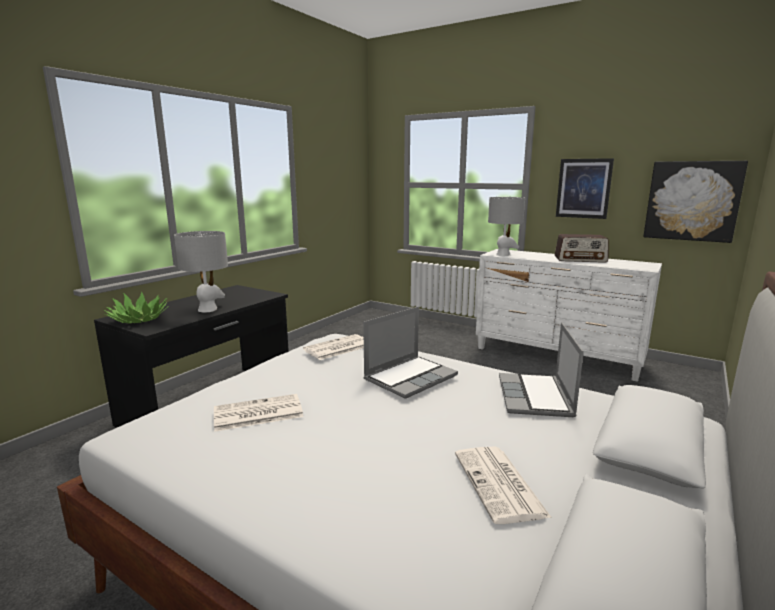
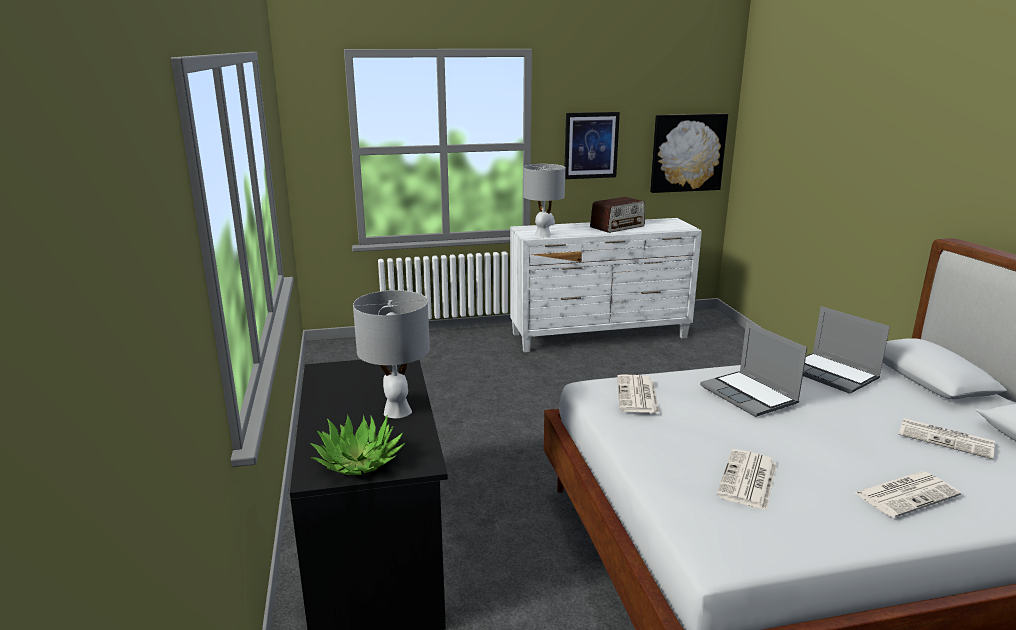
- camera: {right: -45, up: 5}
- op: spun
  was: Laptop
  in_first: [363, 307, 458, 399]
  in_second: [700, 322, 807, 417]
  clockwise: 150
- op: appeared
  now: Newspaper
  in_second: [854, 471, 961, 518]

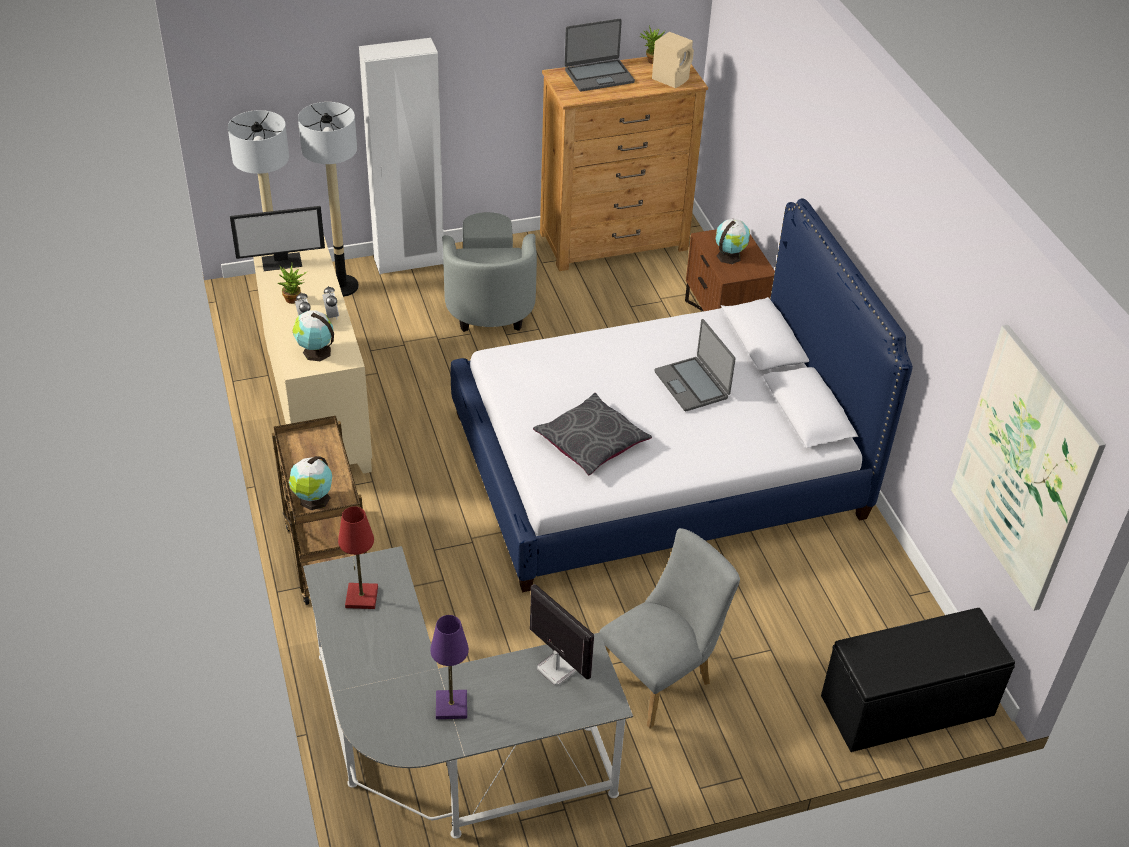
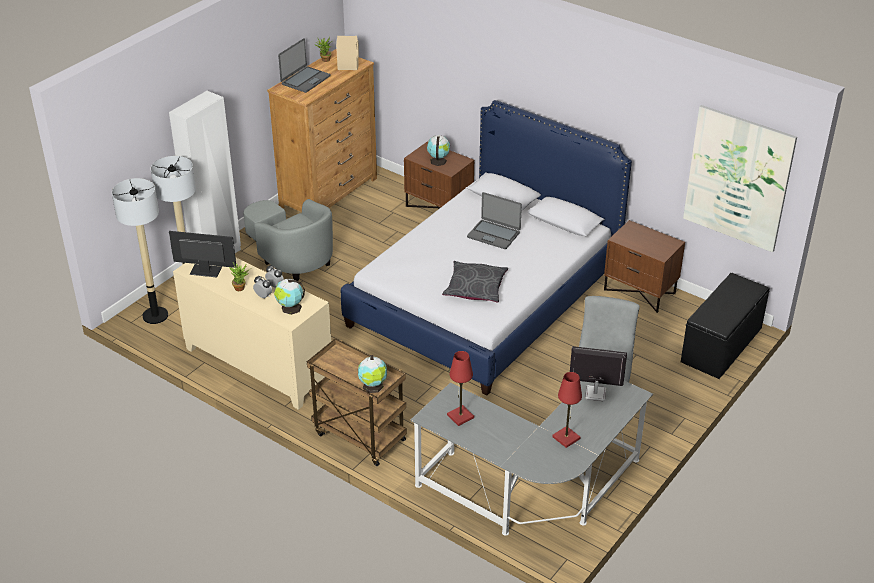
- camera: {right: -35, up: -5}
- op: spun
  was: Monitor
  in_first: [230, 206, 325, 271]
  in_second: [169, 231, 237, 277]
  clockwise: -120
- op: colour
  was: PurpleTableLamp
  now: RedTableLamp
  in_first: [430, 615, 469, 719]
  in_second: [552, 372, 582, 448]
- op: appeared
  now: BrownNightstand
  in_second: [604, 220, 685, 313]

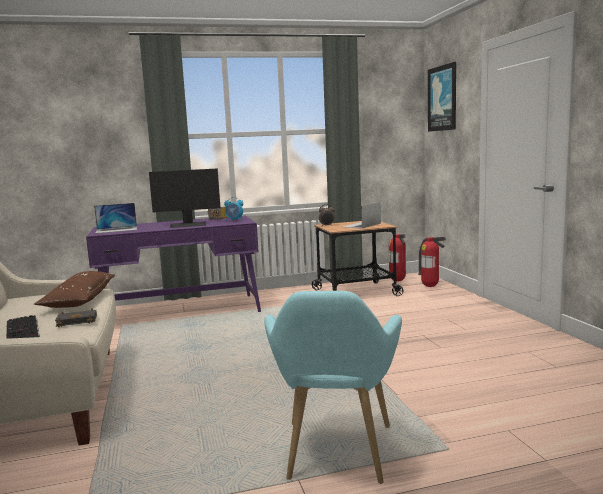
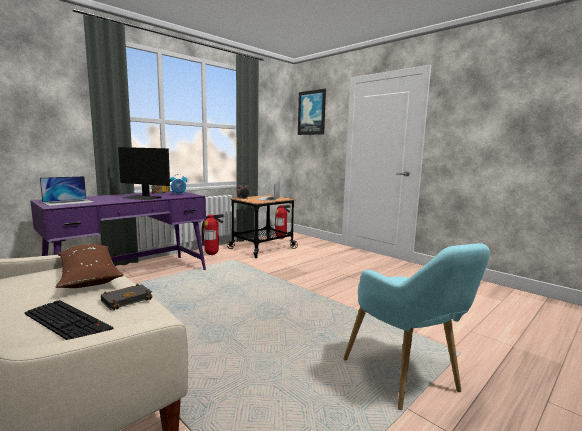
- camera: {right: -30, up: 0}
- op: spun
  was: Monitor
  in_first: [149, 168, 220, 228]
  in_second: [118, 147, 170, 200]
  clockwise: 60
- op: relocated
  was: FireExtinguisher
  in_first: [418, 237, 446, 287]
  in_second: [202, 214, 224, 255]

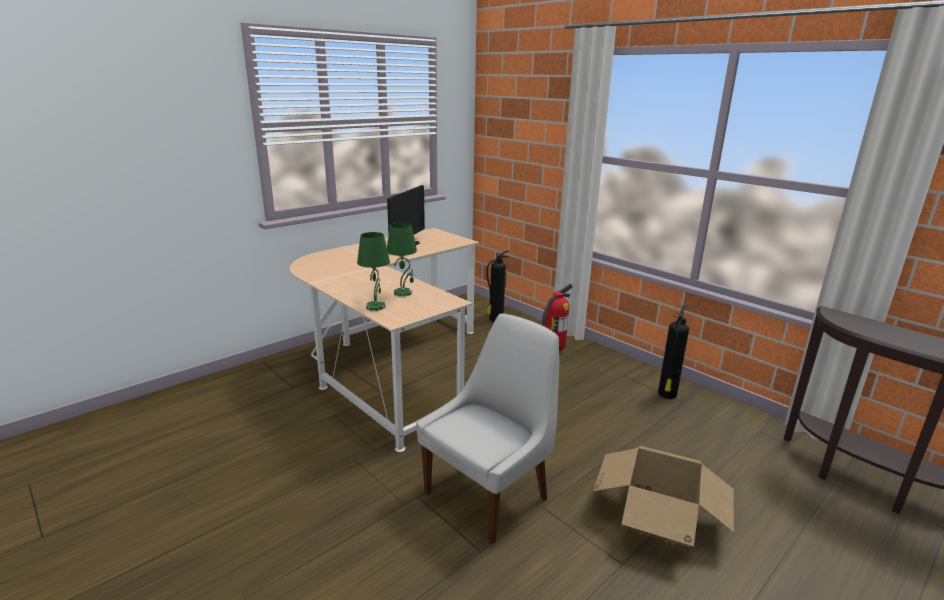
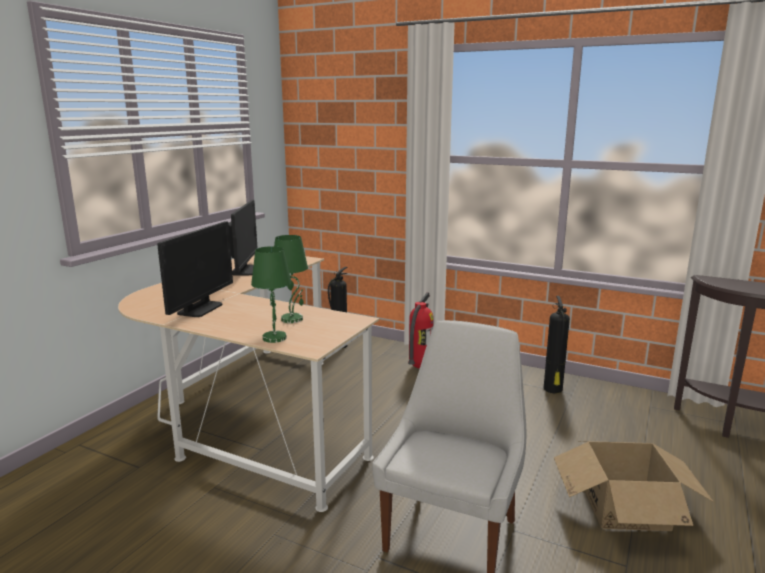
- camera: {right: -20, up: -5}
- op: appeared
  now: Monitor
  in_second: [157, 221, 233, 317]

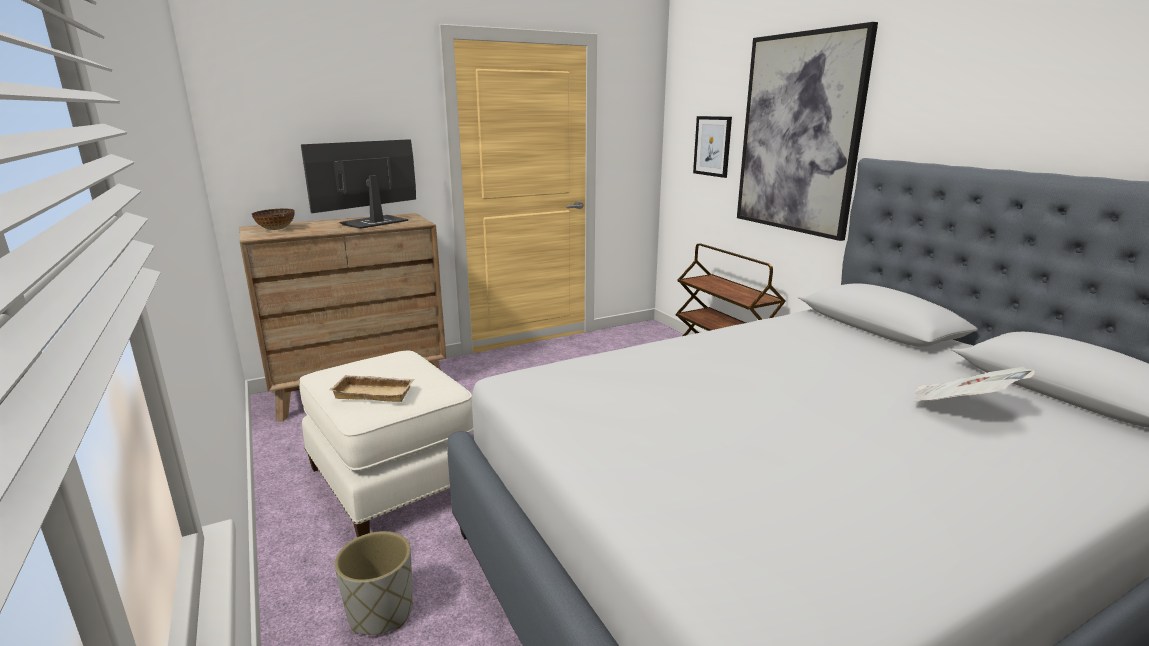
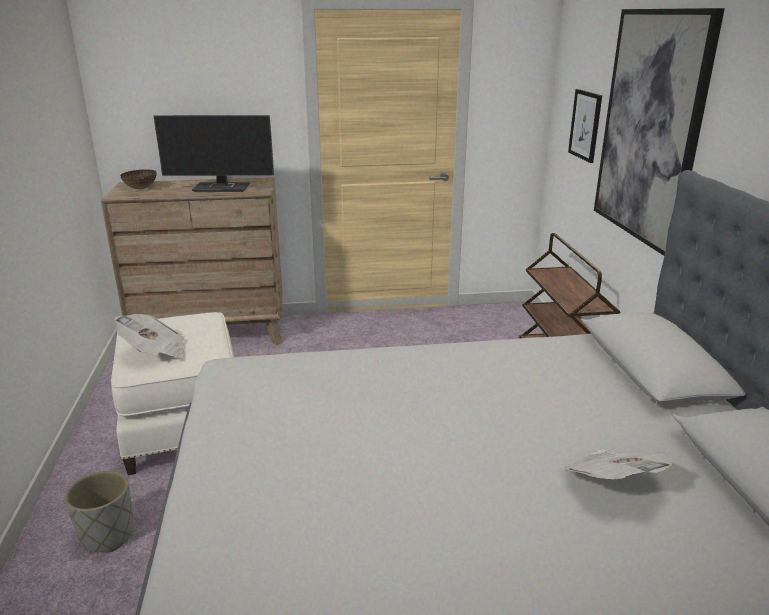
- camera: {right: 20, up: 5}
- op: exchanged
  was: BeigeTray
  now: Newspaper
  in_first: [329, 375, 415, 402]
  in_second: [114, 314, 185, 358]
- op: spun
  was: Monitor
  in_first: [301, 139, 416, 229]
  in_second: [154, 115, 274, 192]
  clockwise: -150

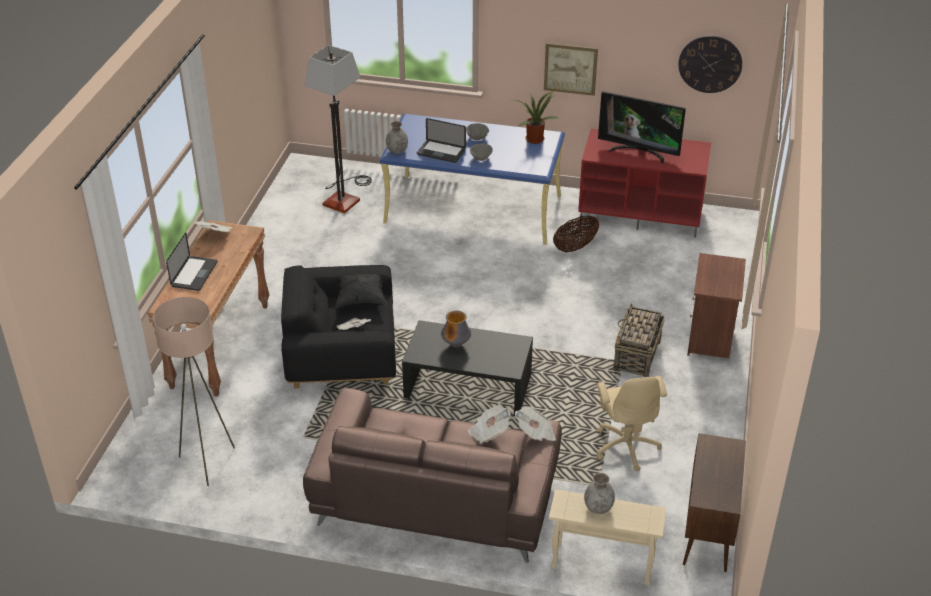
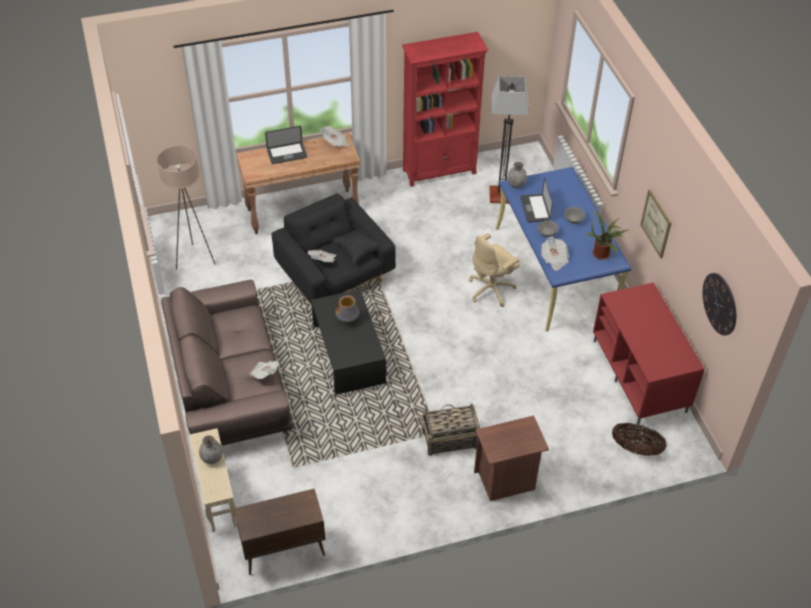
- camera: {right: 60, up: 10}
- op: appeared
  now: RedBookcase
  in_second: [402, 32, 488, 187]
- op: relocated
  was: BeigeOfficeChair
  in_first: [597, 376, 667, 471]
  in_second: [468, 233, 520, 307]
- op: relocated
  was: Newspaper
  in_first: [515, 406, 556, 441]
  in_second: [541, 237, 569, 271]
- op: relocated
  was: Basket
  in_first: [553, 216, 599, 252]
  in_second: [612, 423, 667, 456]
- op: missing
  was: Television
  in_first: [598, 91, 686, 163]

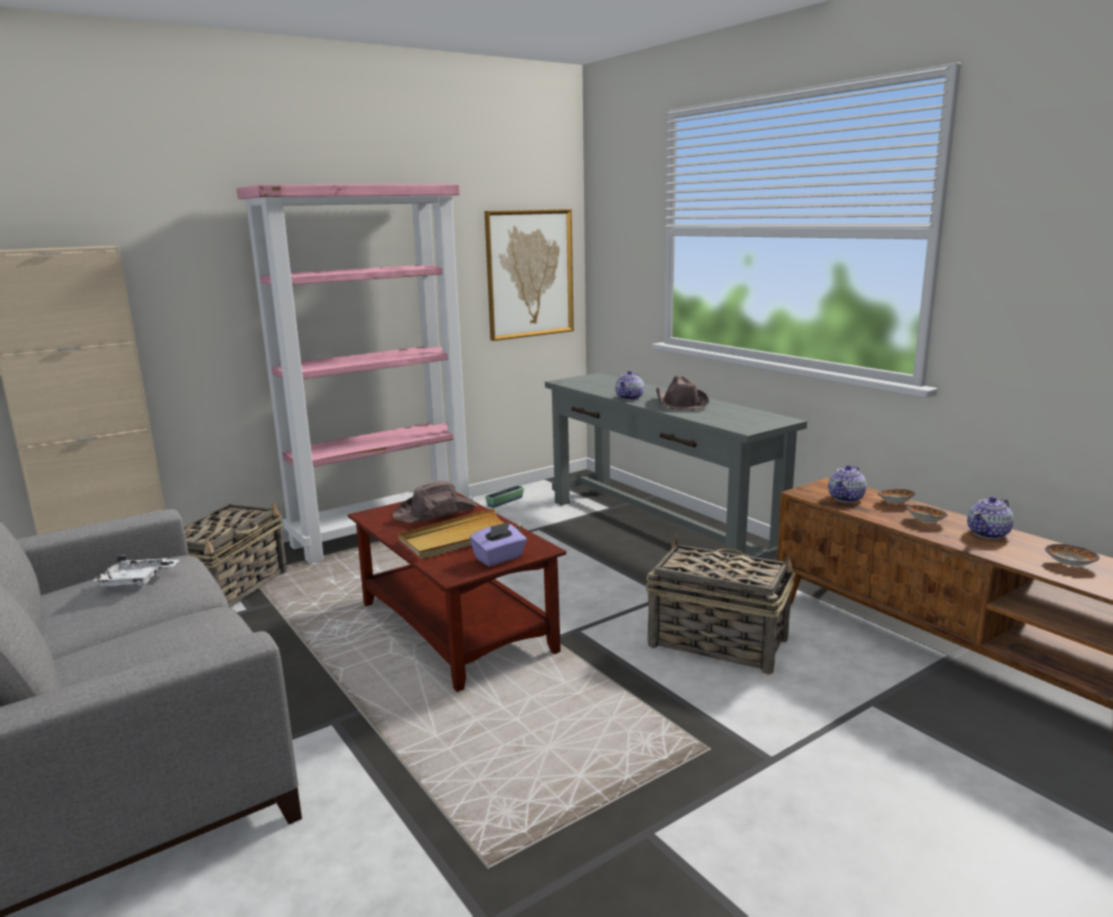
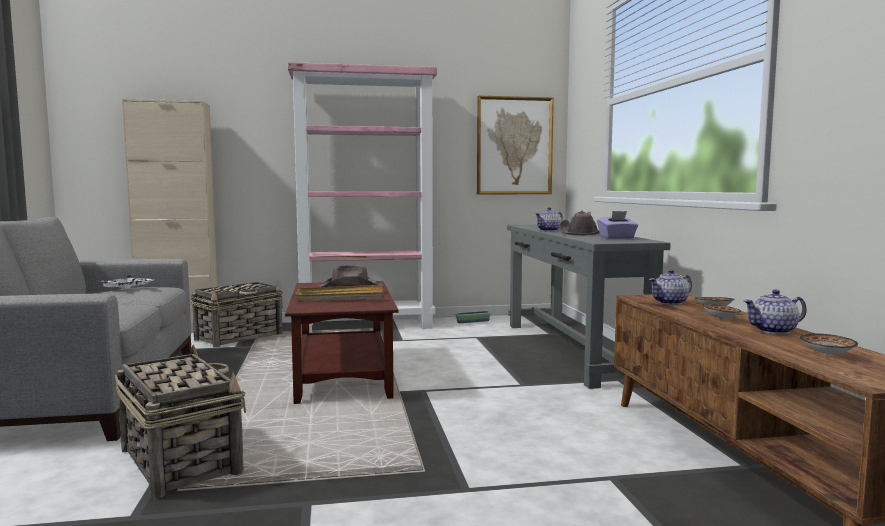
- camera: {right: 25, up: -10}
- op: relocated
  was: Basket
  in_first: [646, 536, 795, 675]
  in_second: [115, 345, 246, 499]
- op: relocated
  was: PurpleTissueBox
  in_first: [470, 522, 527, 566]
  in_second: [597, 211, 638, 239]

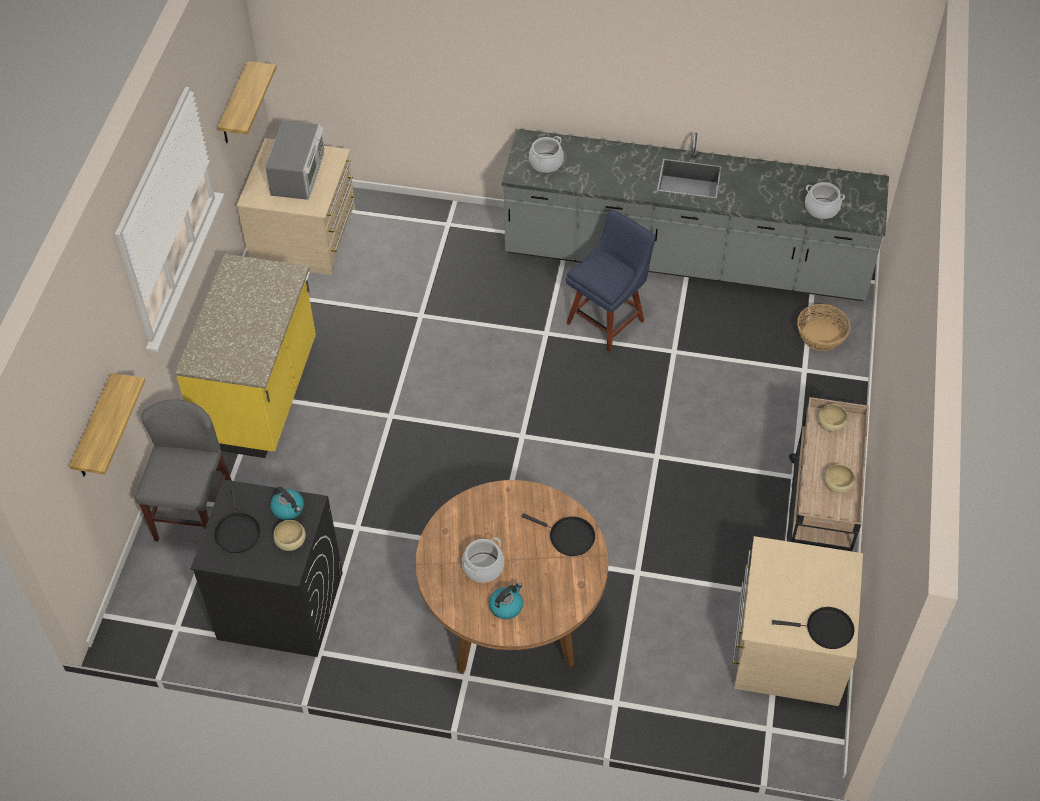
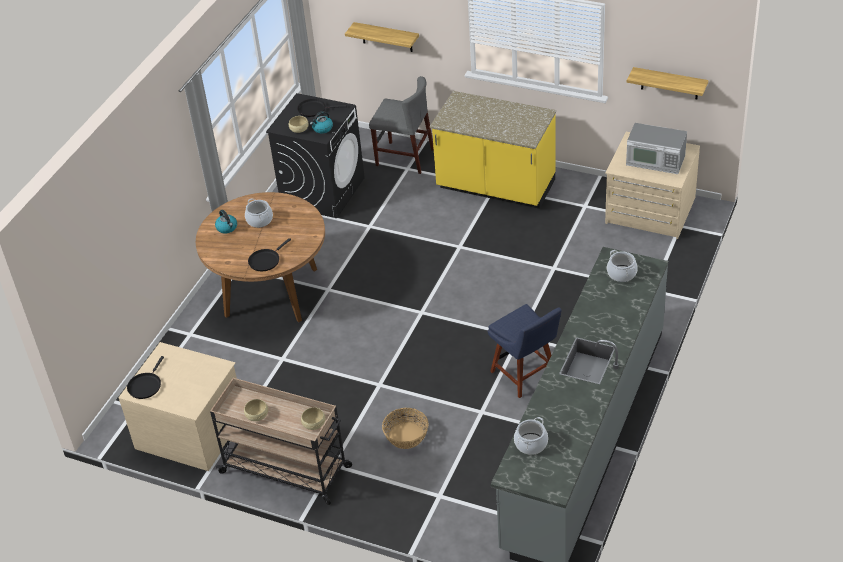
- camera: {right: 105, up: -10}
- op: relocated
  was: Basket
  in_first: [797, 304, 851, 351]
  in_second: [382, 408, 428, 449]

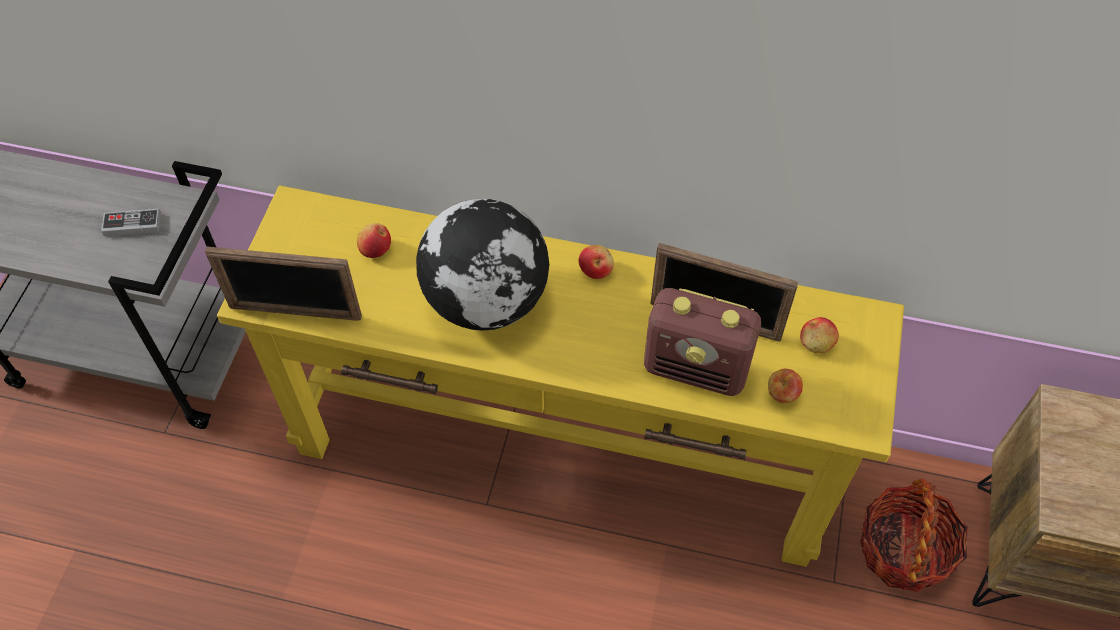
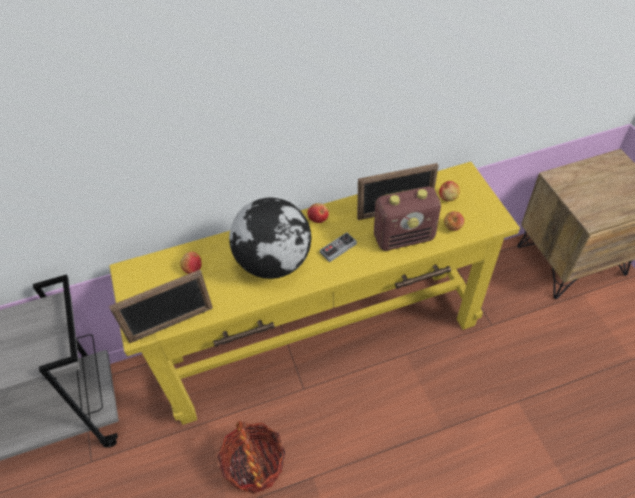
- camera: {right: -30, up: -5}
- op: relocated
  was: Basket
  in_first: [860, 478, 968, 592]
  in_second: [217, 421, 285, 494]
- op: relocated
  was: GameController
  in_first: [101, 209, 161, 236]
  in_second: [320, 232, 357, 262]

